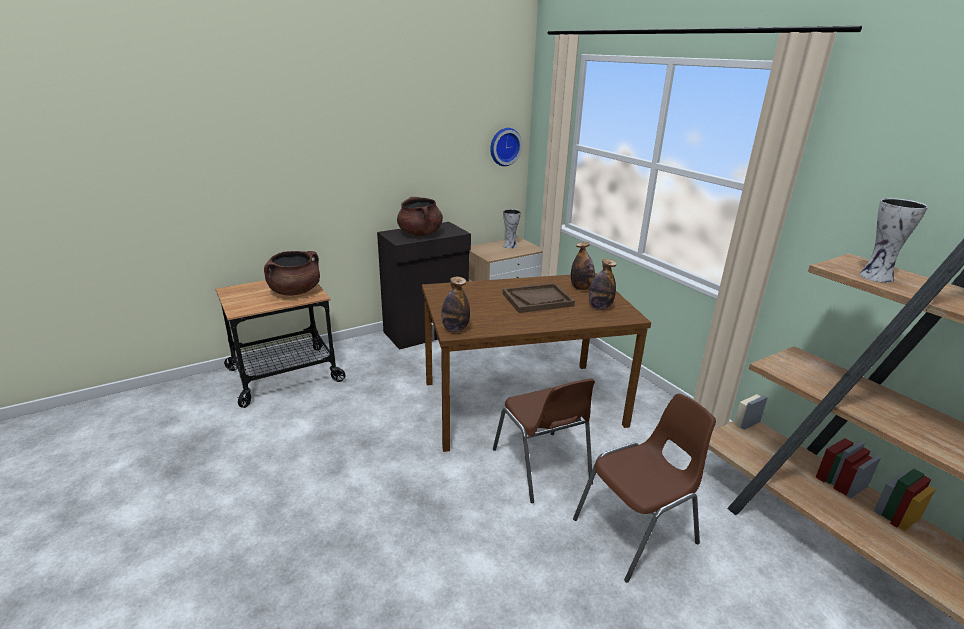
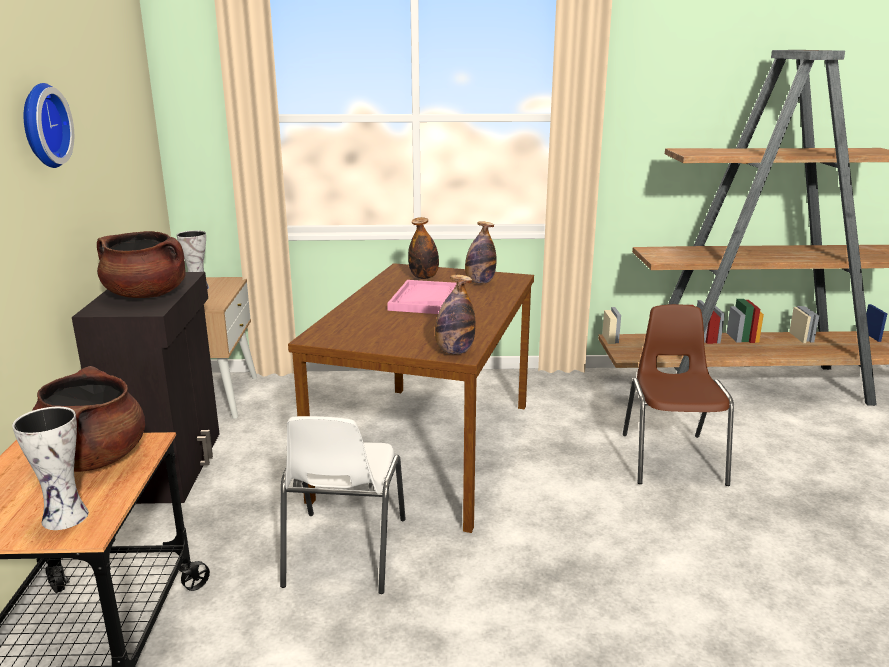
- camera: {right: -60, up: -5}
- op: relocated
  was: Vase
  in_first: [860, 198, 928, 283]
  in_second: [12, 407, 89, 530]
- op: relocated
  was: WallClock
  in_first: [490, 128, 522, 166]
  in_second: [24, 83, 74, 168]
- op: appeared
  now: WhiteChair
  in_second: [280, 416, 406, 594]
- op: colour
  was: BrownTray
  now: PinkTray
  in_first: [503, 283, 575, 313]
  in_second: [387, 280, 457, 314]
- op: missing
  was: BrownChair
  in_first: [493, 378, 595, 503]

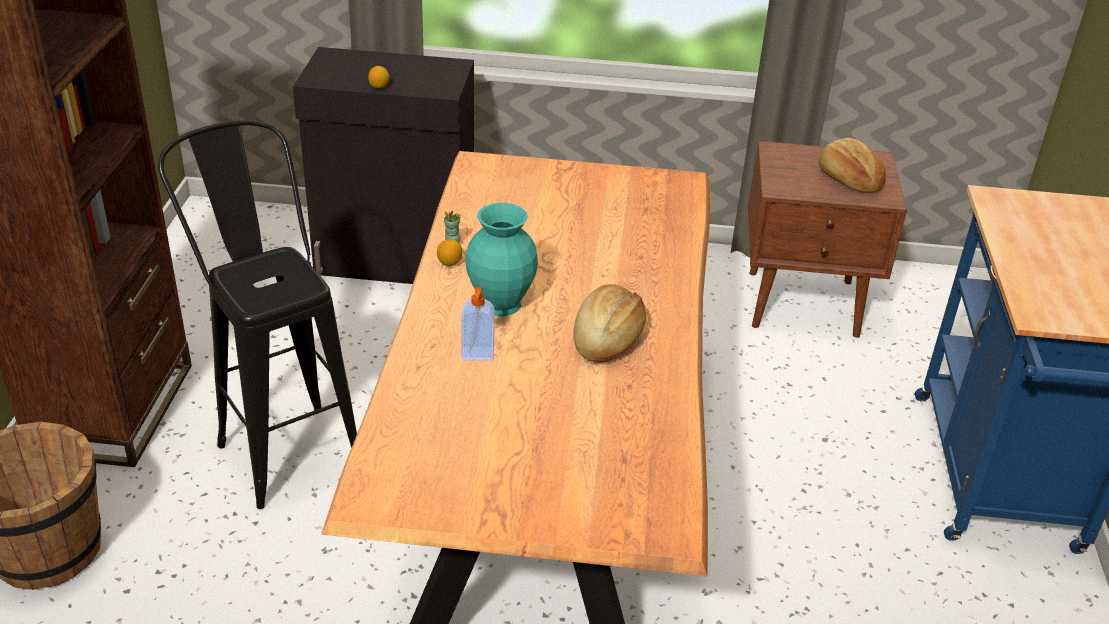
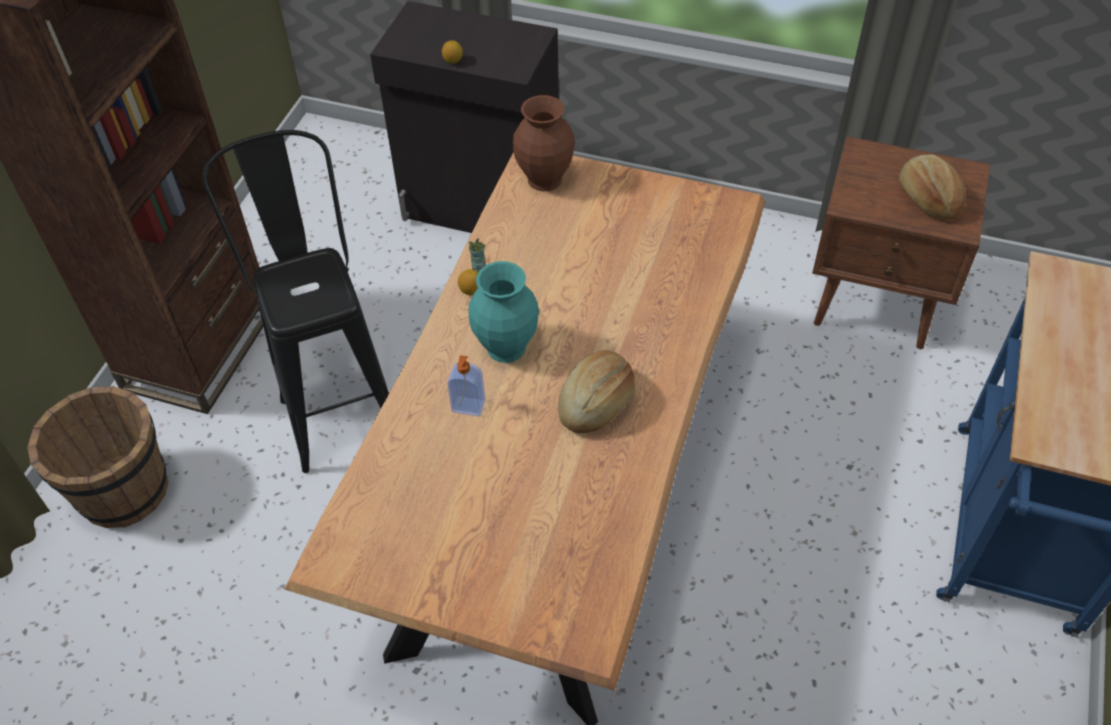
- camera: {right: 15, up: 15}
- op: appeared
  now: BrownVase
  in_second: [513, 95, 575, 191]

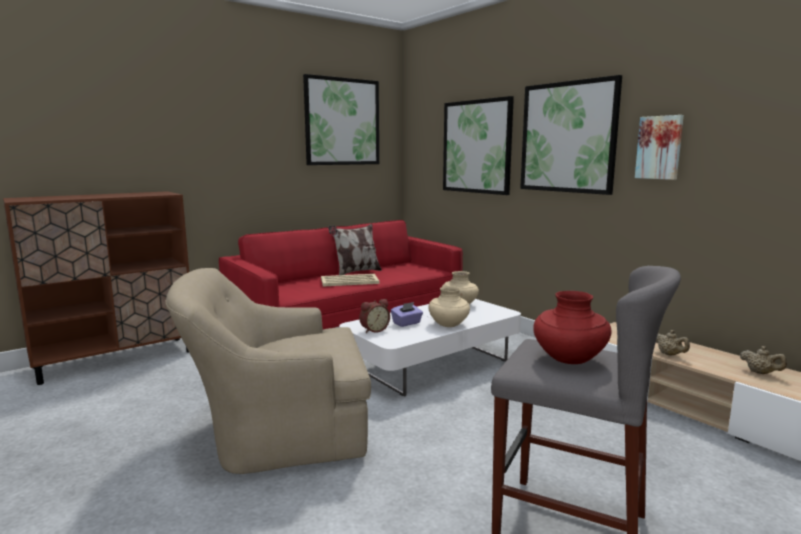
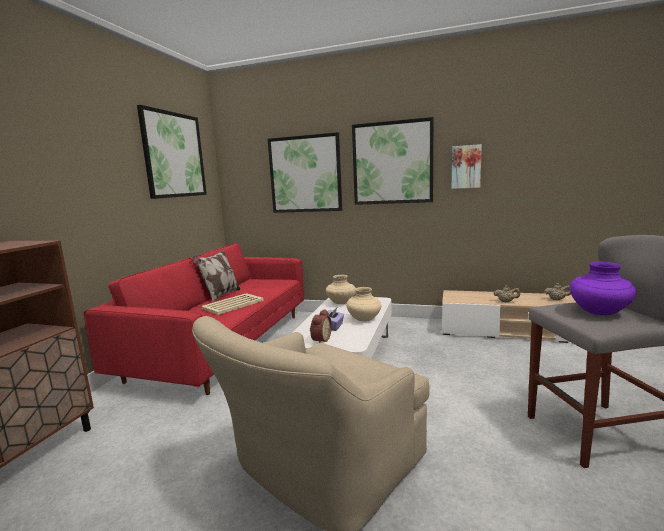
- camera: {right: -35, up: 0}
- op: colour
  was: RedVase
  now: PurpleVase
  in_first: [533, 291, 612, 364]
  in_second: [570, 261, 636, 315]

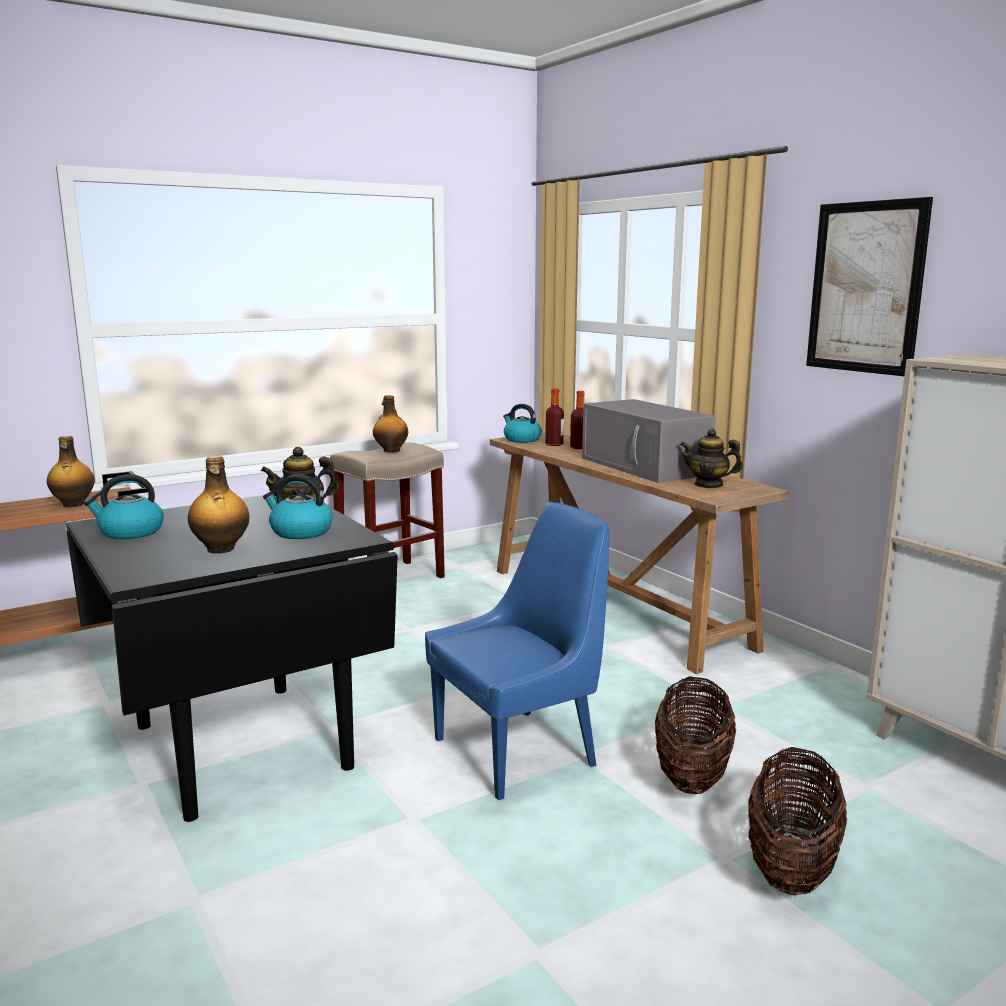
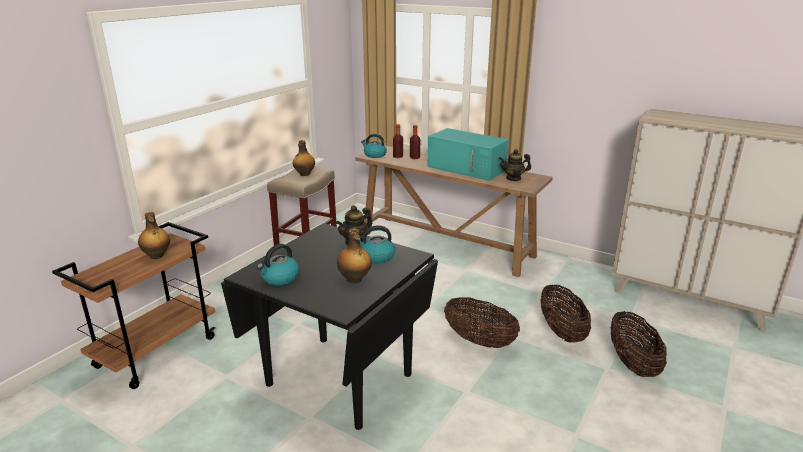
- camera: {right: -25, up: 10}
- op: colour
  was: GreyMicrowave
  now: TurquoiseMicrowave
  in_first: [582, 399, 715, 483]
  in_second: [428, 128, 509, 181]
- op: exchanged
  was: BlueChair
  now: Basket
  in_first: [425, 502, 610, 800]
  in_second: [444, 297, 520, 348]
- op: missing
  was: Picture
  in_first: [806, 197, 933, 376]

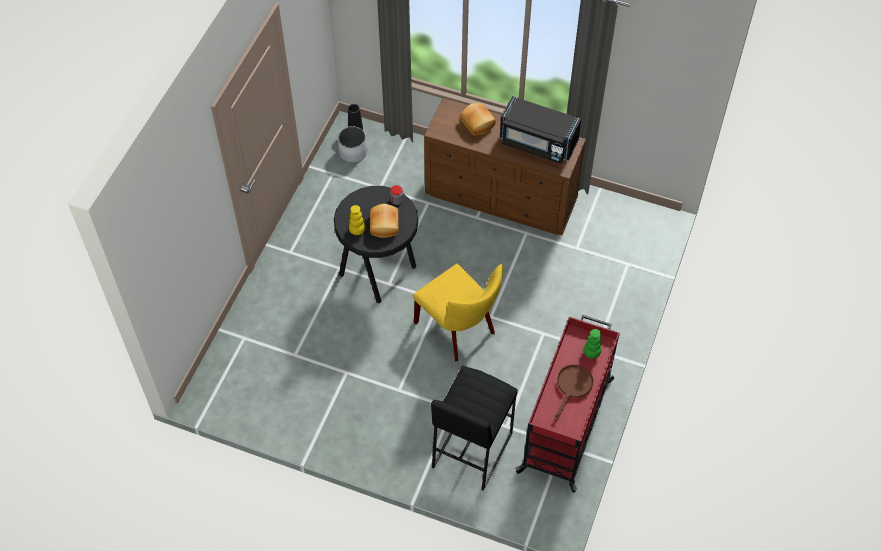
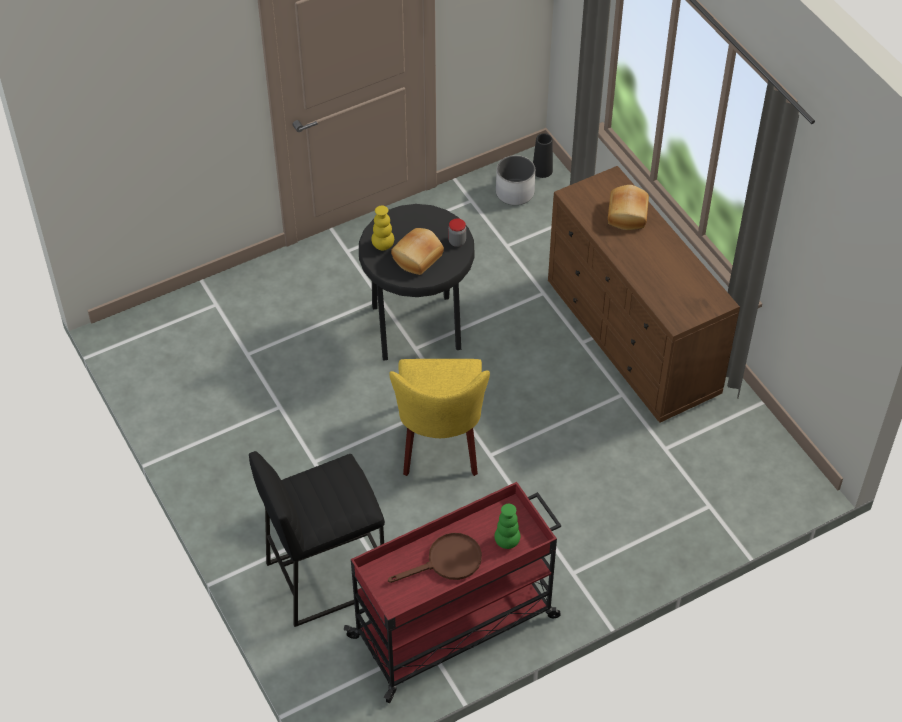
- camera: {right: 40, up: -5}
- op: missing
  was: BlackMicrowave
  in_first: [500, 96, 581, 164]

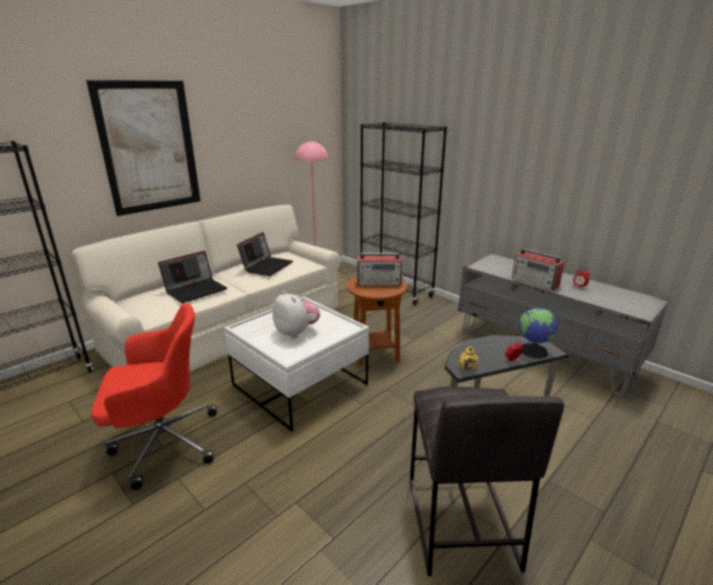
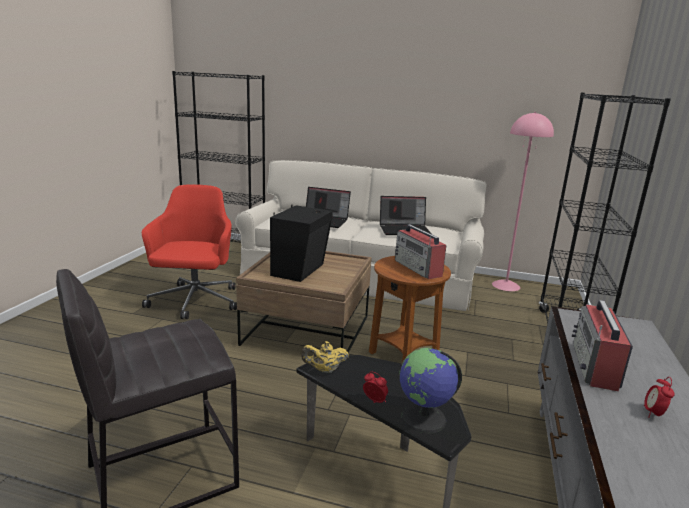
- camera: {right: 60, up: -5}
- op: spun
  was: RedOfficeChair
  in_first: [91, 303, 217, 490]
  in_second: [142, 184, 237, 319]
  clockwise: -135
- op: colour
  was: WhiteCoffeeTable
  now: BrownCoffeeTable
  in_first: [224, 296, 369, 431]
  in_second: [236, 251, 372, 353]
- op: exchanged
  was: PlushToy
  now: BlackSpeaker
  in_first: [273, 291, 320, 339]
  in_second: [270, 205, 333, 282]
- op: missing
  was: Picture
  in_first: [86, 80, 201, 216]

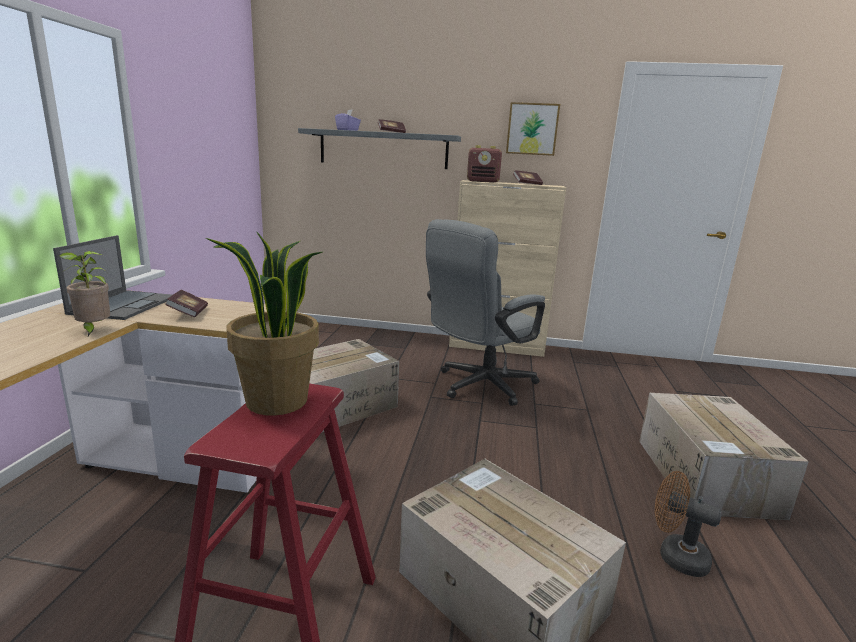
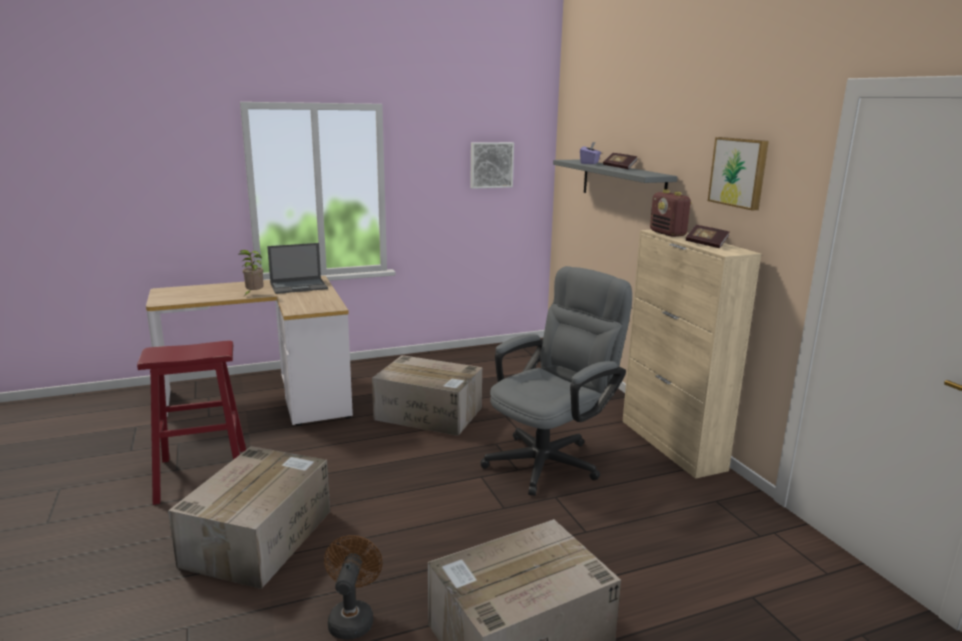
- camera: {right: 60, up: 0}
- op: appeared
  now: Picture
  in_second: [470, 142, 514, 189]
- op: spun
  was: GreyOfficeChair
  in_first: [426, 219, 545, 406]
  in_second: [480, 266, 632, 496]
  clockwise: 120
- op: missing
  was: Book
  in_first: [165, 290, 208, 317]
- op: missing
  was: PottedPlant
  in_first: [206, 231, 323, 416]

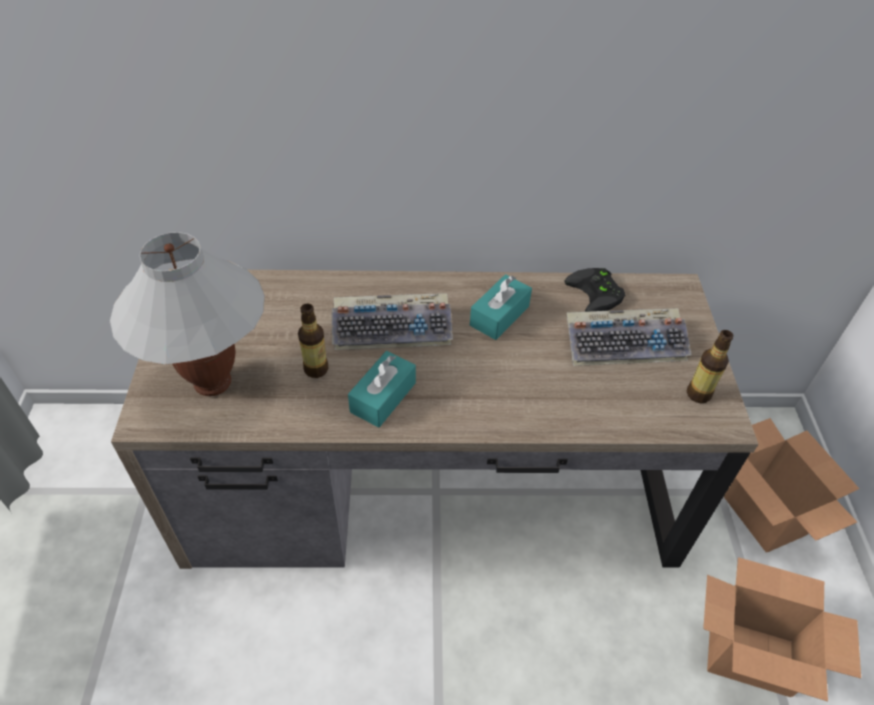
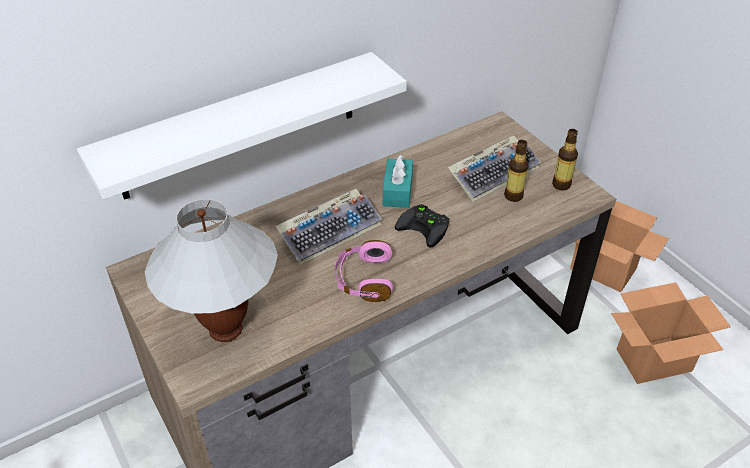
- camera: {right: -30, up: -5}
- op: appeared
  now: WhiteShelf
  in_second: [77, 52, 407, 200]
- op: exchanged
  was: TurquoiseTissueBox
  now: PinkHeadphones
  in_first: [348, 351, 416, 428]
  in_second: [335, 240, 393, 302]
- op: relocated
  was: BlackGameController
  in_first: [565, 268, 625, 312]
  in_second: [395, 204, 450, 248]
- op: relocated
  was: Bottle
  in_first: [298, 303, 328, 378]
  in_second: [504, 140, 529, 202]

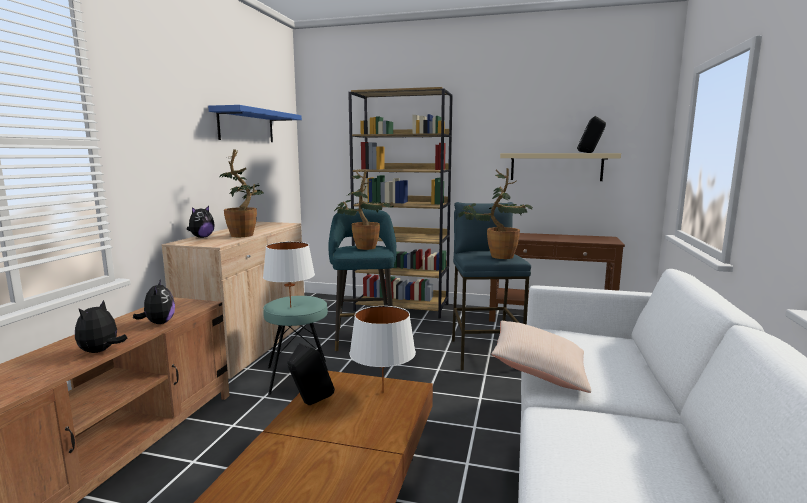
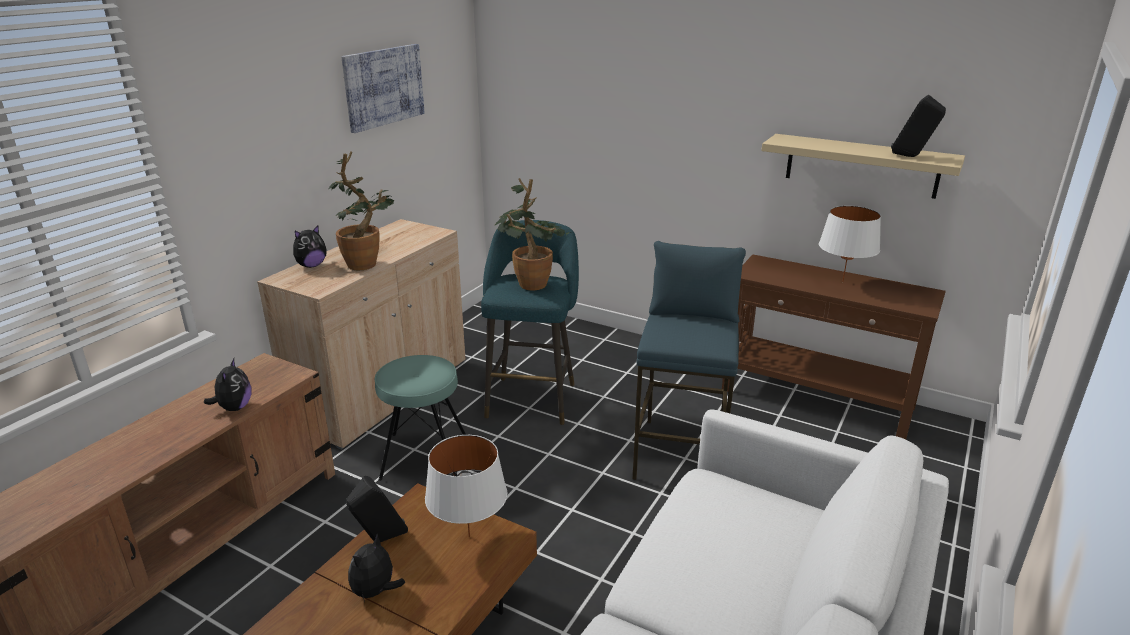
- camera: {right: 15, up: 15}
- op: exchanged
  was: BlueShelf
  now: Picture
  in_first: [208, 105, 302, 142]
  in_second: [341, 44, 425, 133]
- op: relocated
  was: PlushToy
  in_first: [75, 300, 127, 353]
  in_second: [348, 534, 405, 602]
- op: relocated
  was: WhiteTableLamp
  in_first: [263, 242, 315, 308]
  in_second: [819, 205, 881, 282]
- op: missing
  was: BrownBookcase
  in_first: [348, 87, 453, 319]
- op: missing
  was: PottedPlant
  in_first: [457, 168, 533, 259]
- op: missing
  was: BeigePillow
  in_first: [492, 321, 591, 393]

